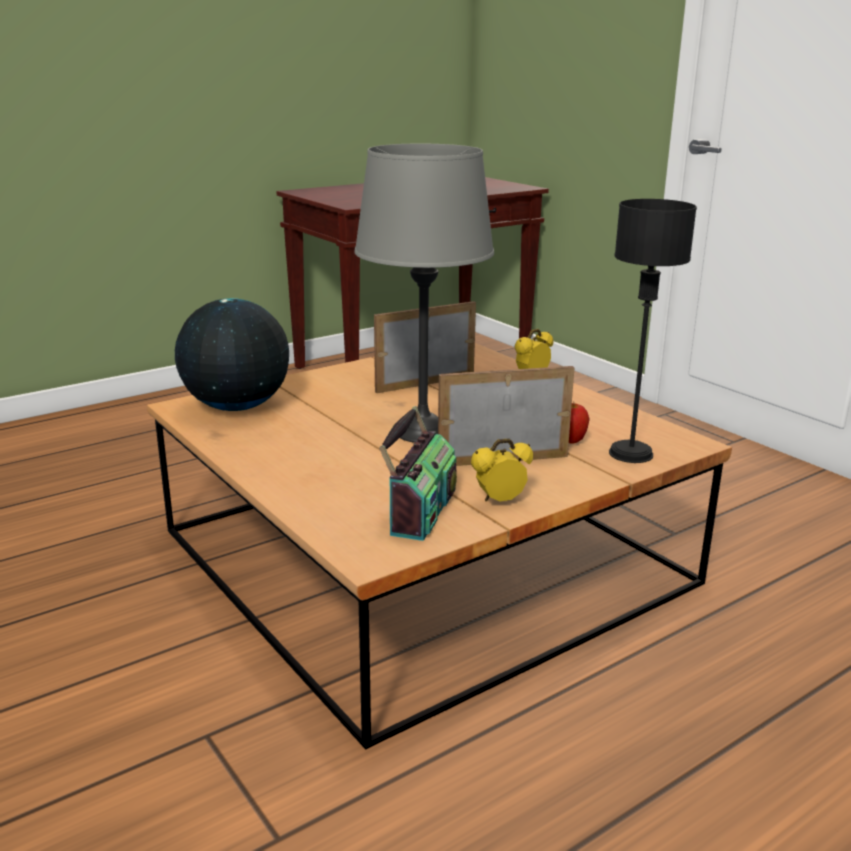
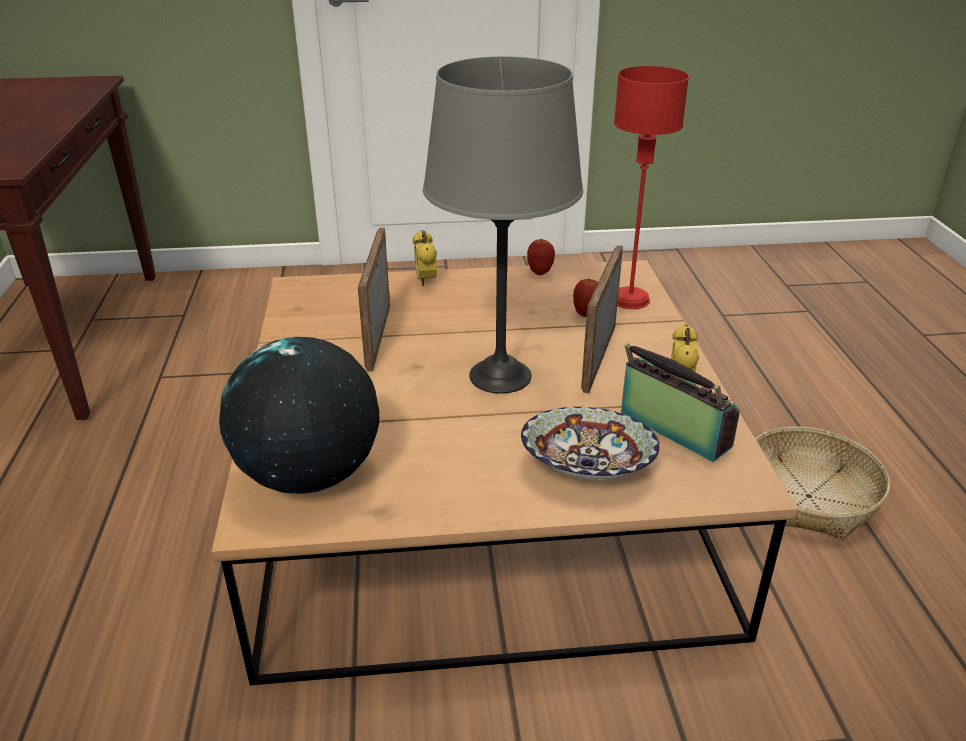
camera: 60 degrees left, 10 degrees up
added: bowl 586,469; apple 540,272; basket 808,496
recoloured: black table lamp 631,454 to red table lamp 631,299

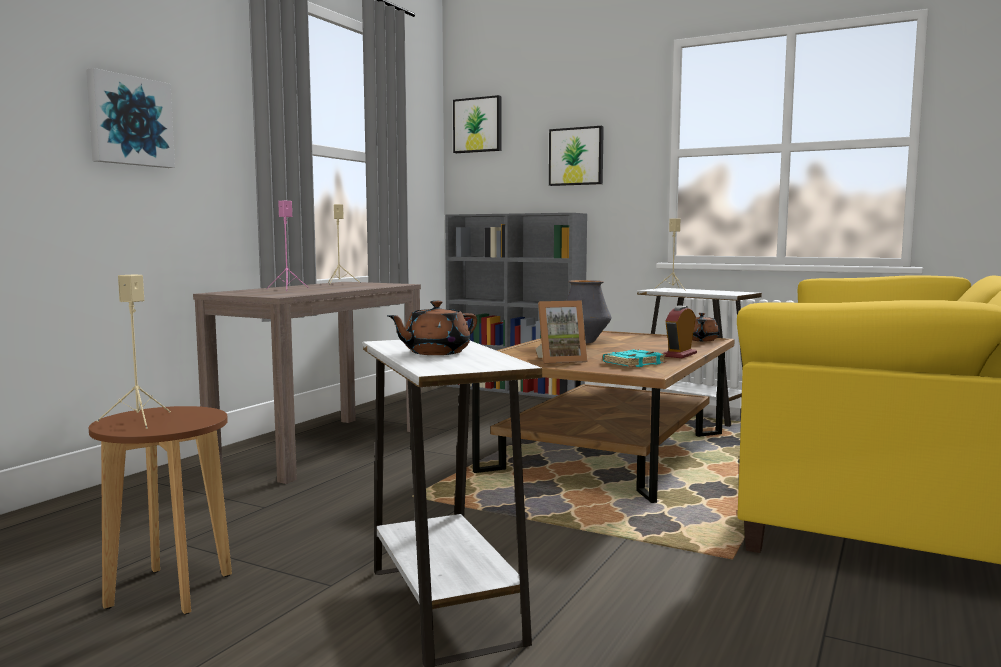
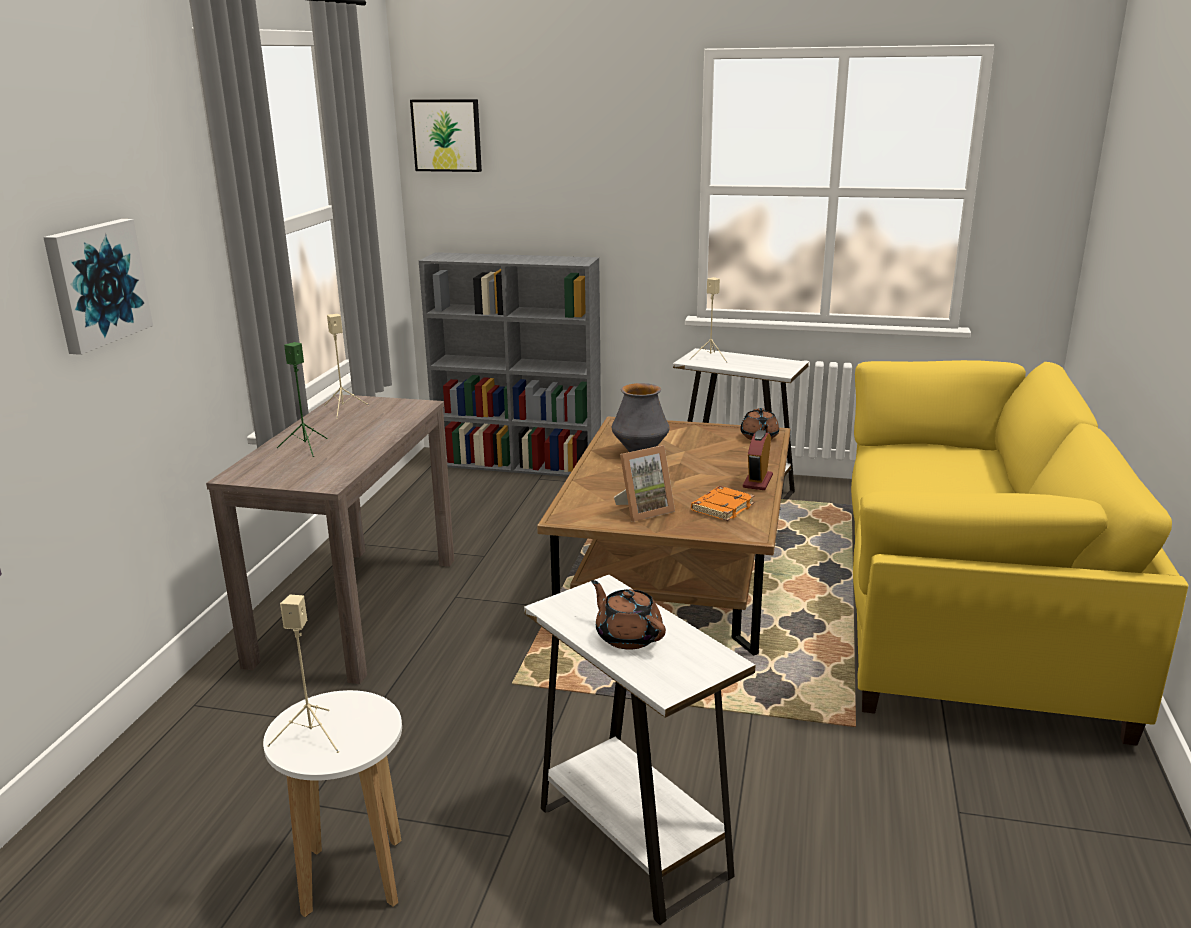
camera: 15 degrees left, 15 degrees up
removed: picture 576,156
recoloured: brown stool 169,591 to white stool 352,877; pink speaker 287,289 to green speaker 306,447; turquoise book 634,363 to orange book 722,507
turned: brown teapot 435,352 = 628,636 105 degrees clockwise

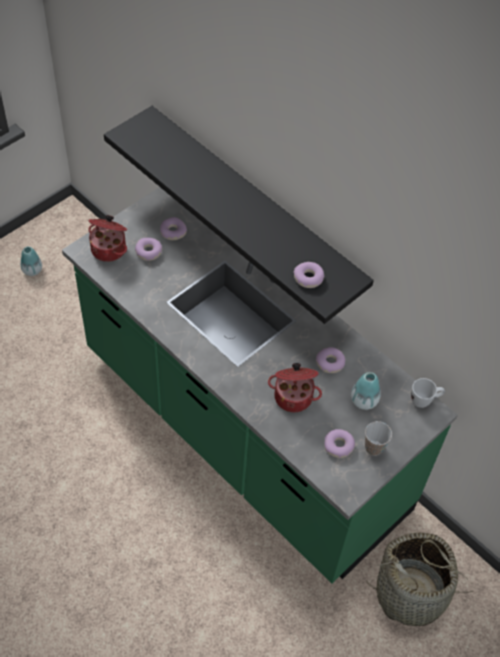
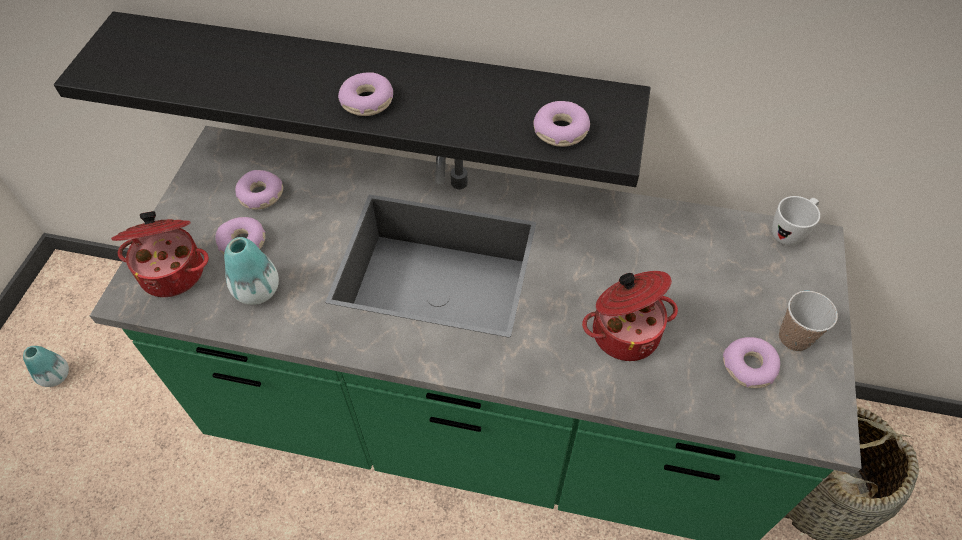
camera: 30 degrees left, 0 degrees up
moved: vase 364,400 to 257,290; donut 330,363 to 367,102

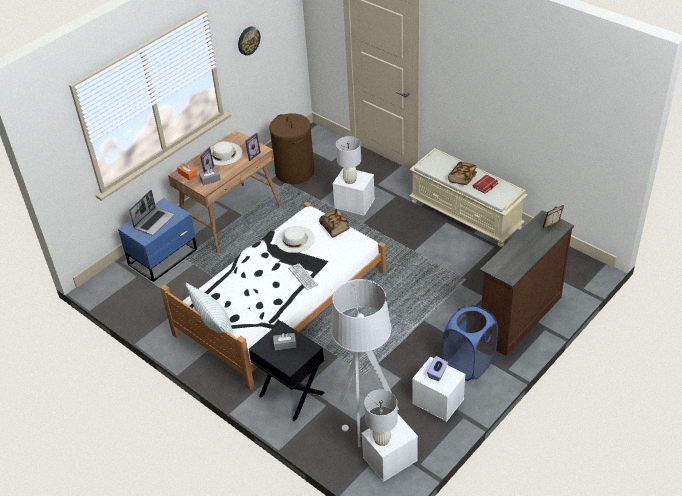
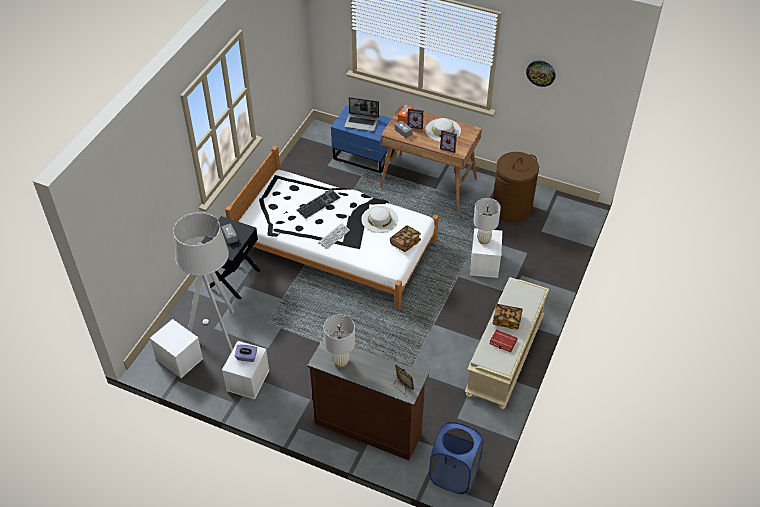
camera: 70 degrees right, 5 degrees up
removed: pillow 214,325
added: keyboard 318,203
moved: white table lamp 382,439 to 341,361; blue laundry basket 468,364 to 454,474

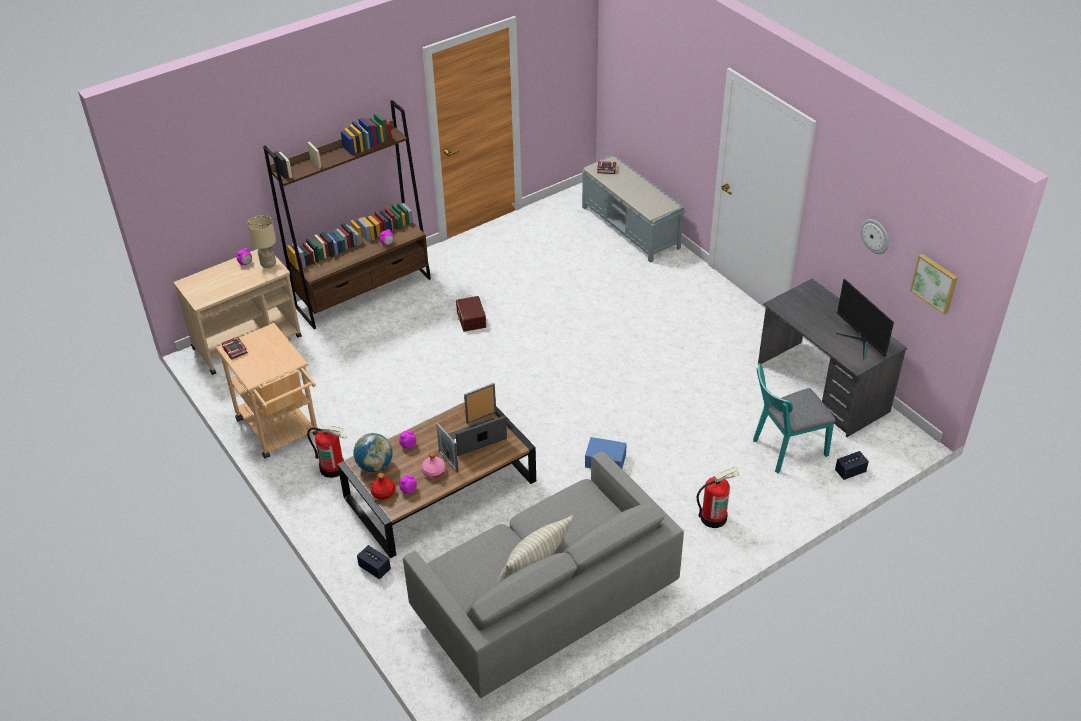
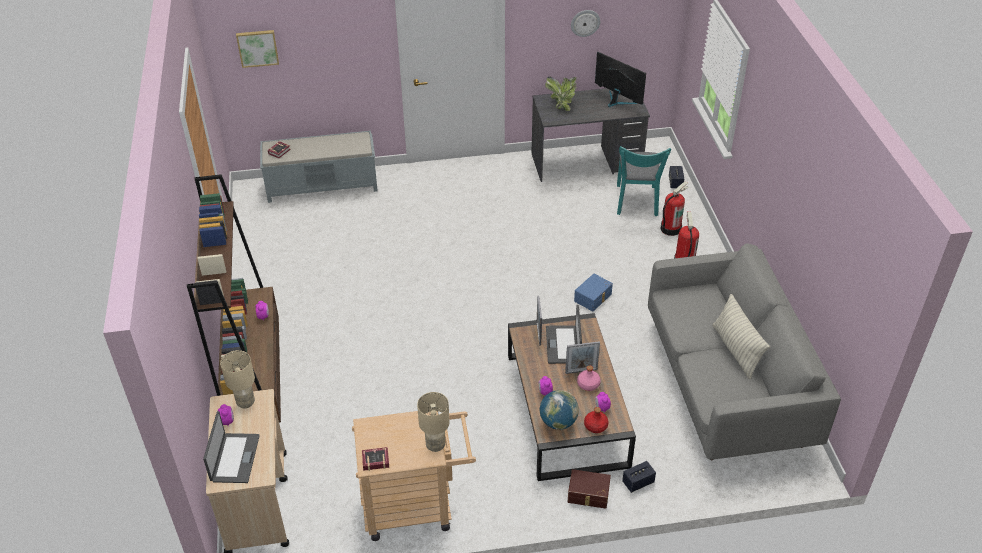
camera: 65 degrees left, 0 degrees up
added: laptop 234,458; beige table lamp 435,445; potted plant 562,103
moved: picture 935,283 to 257,47; brown storage box 470,319 to 588,495; fire extinguisher 333,468 to 670,228
turned: monitor 860,342 = 616,101 135 degrees counterclockwise

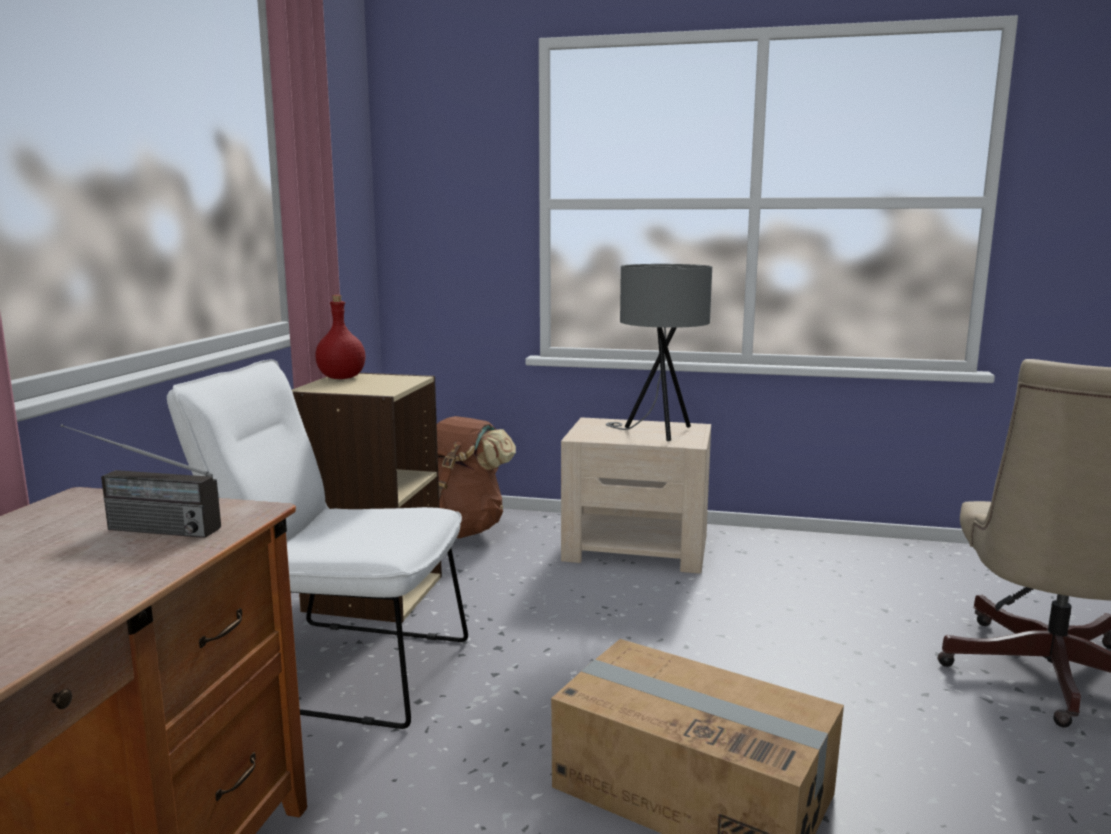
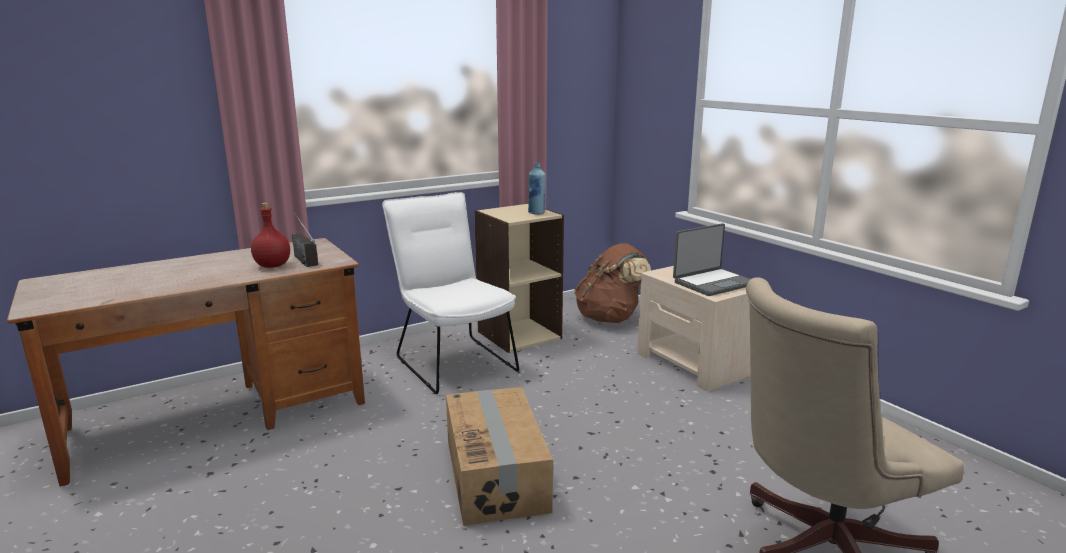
camera: 45 degrees right, 5 degrees up
added: blue bottle 536,213
moved: red bottle 341,378 to 273,265
replaced: grey table lamp 657,432 to laptop 713,283

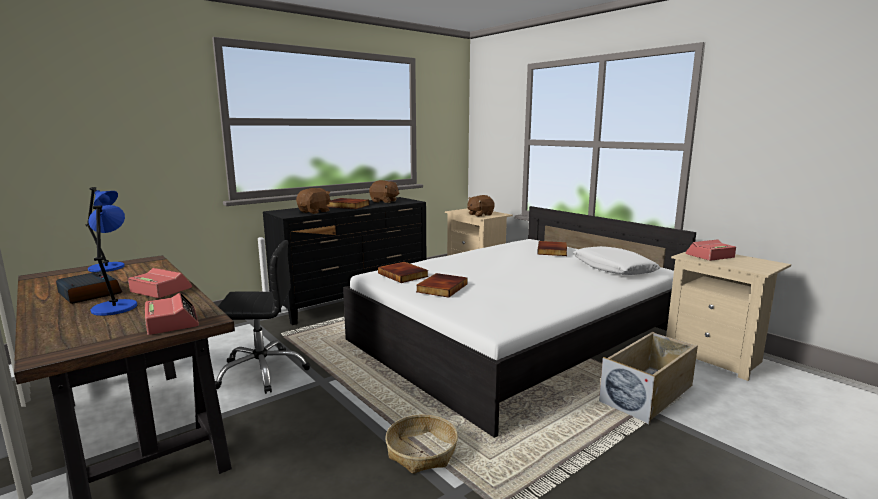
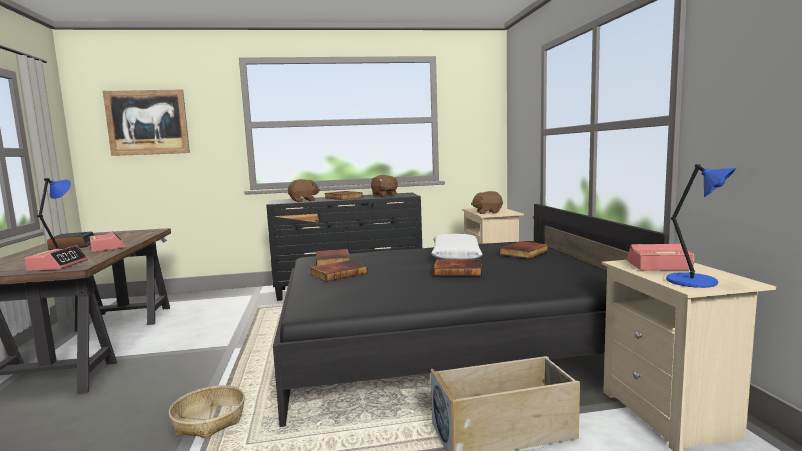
camera: 30 degrees right, 5 degrees down
removed: black office chair 262,371
added: picture 147,122; book 458,270
moved: white pillow 613,269 to 455,255; blue table lamp 108,268 to 695,282
recoloured: white bed 516,337 to black bed 445,343

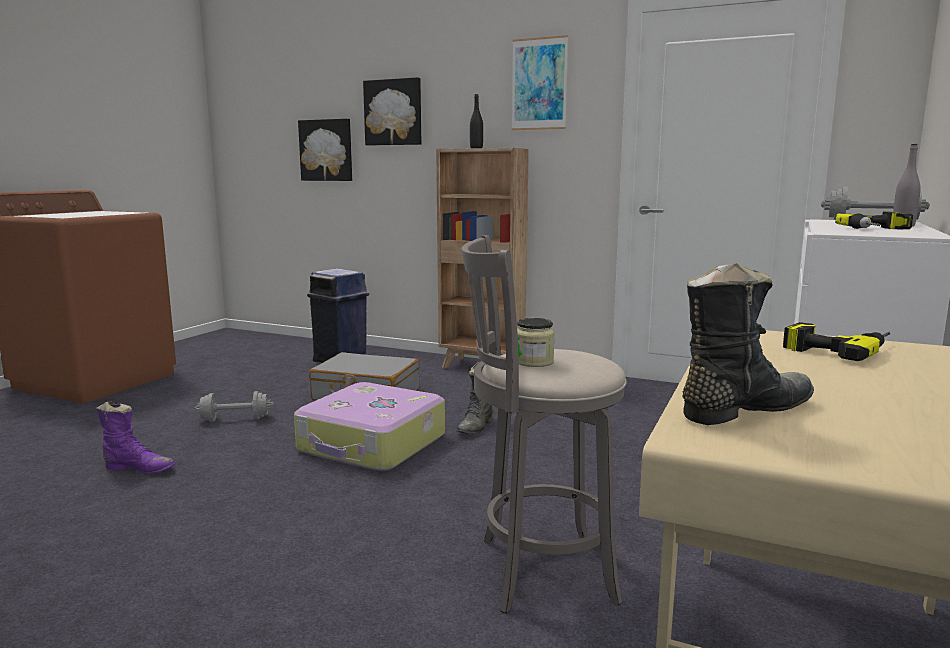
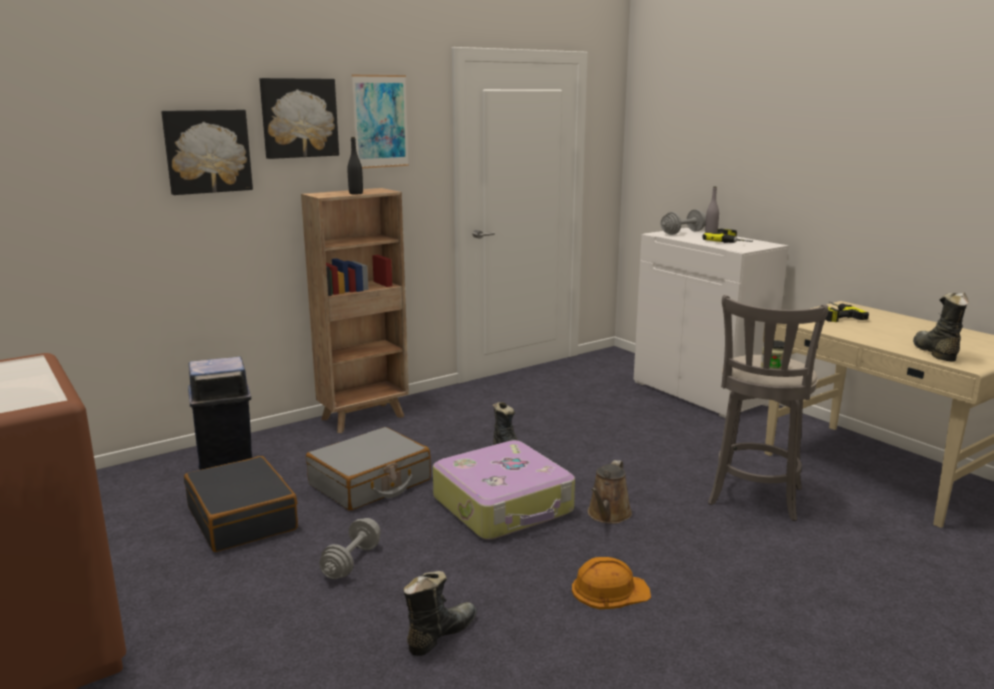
camera: 60 degrees left, 5 degrees up
added: black suitcase 243,518; orange hard hat 609,590; brown watering can 608,515
moved: picture 327,150 to 299,118
recoloured: purple boot 139,468 to black boot 440,634

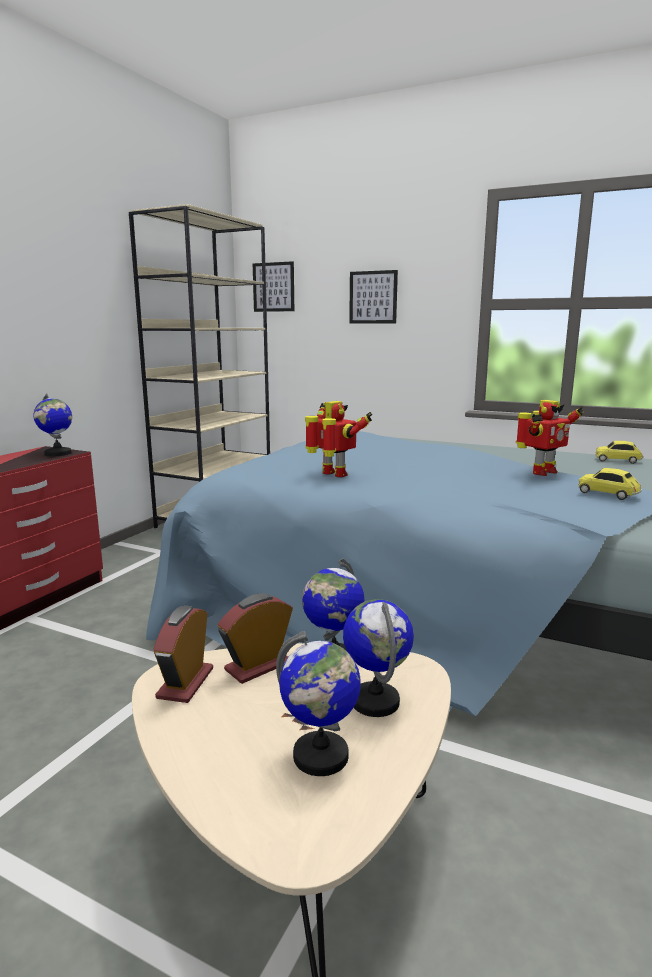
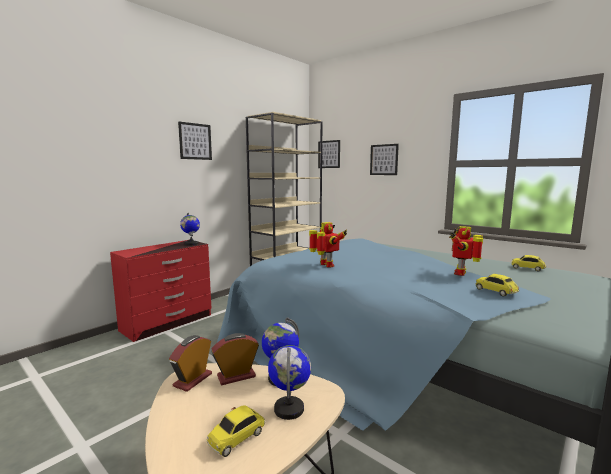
camera: 15 degrees right, 5 degrees down
added: picture 195,141
replaced: globe 321,757 to toy car 237,437
turned: toy robot 541,472 = 461,273 135 degrees clockwise

